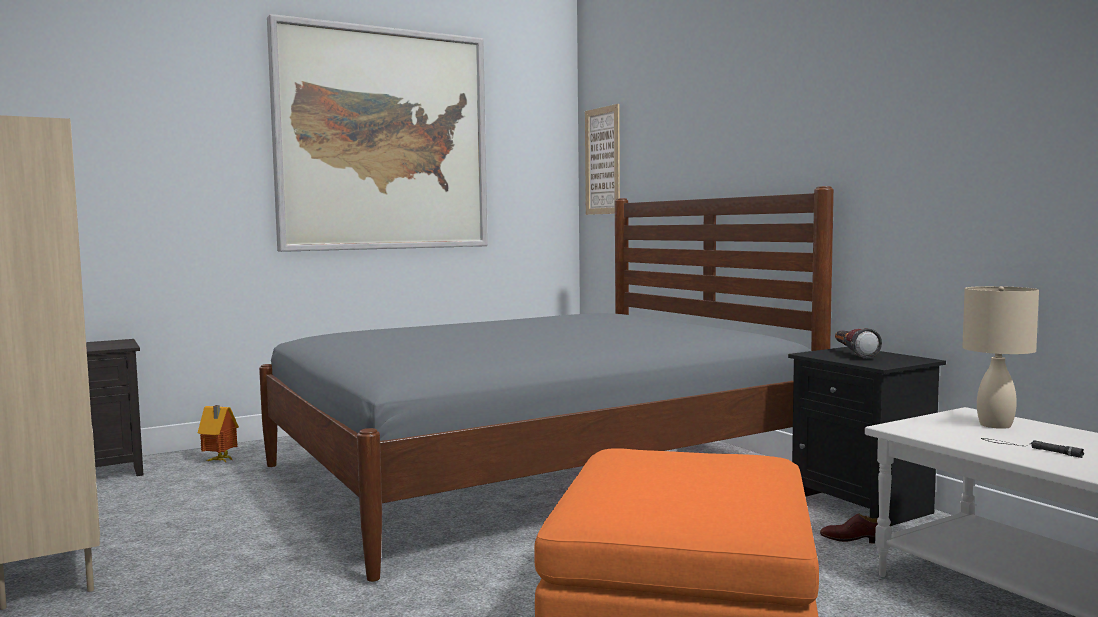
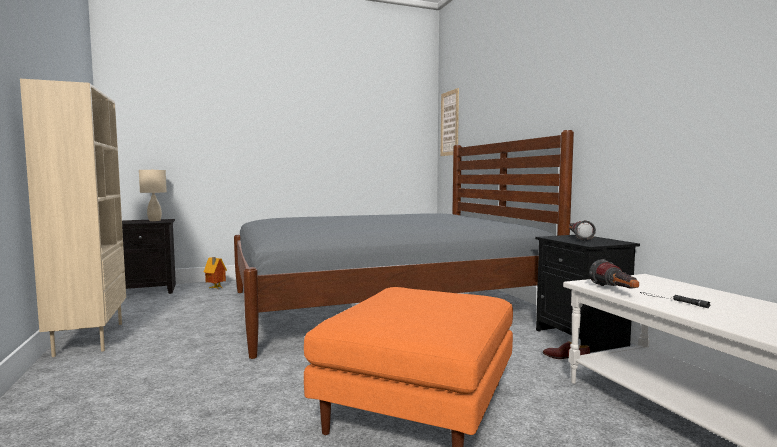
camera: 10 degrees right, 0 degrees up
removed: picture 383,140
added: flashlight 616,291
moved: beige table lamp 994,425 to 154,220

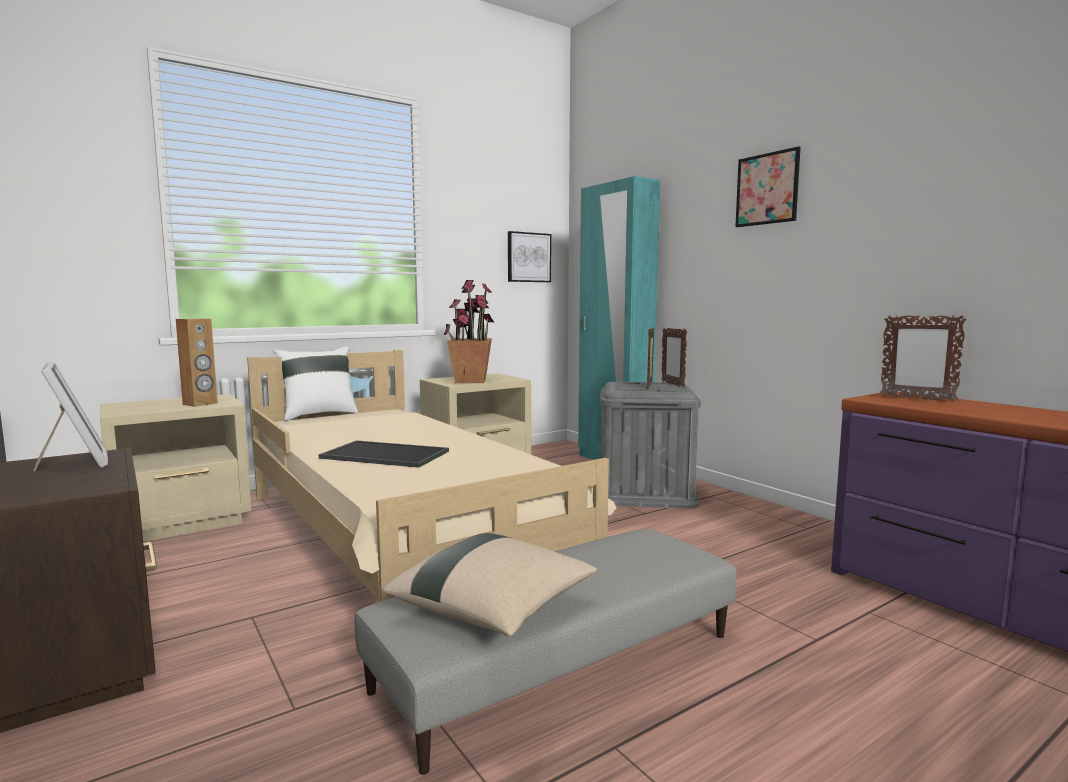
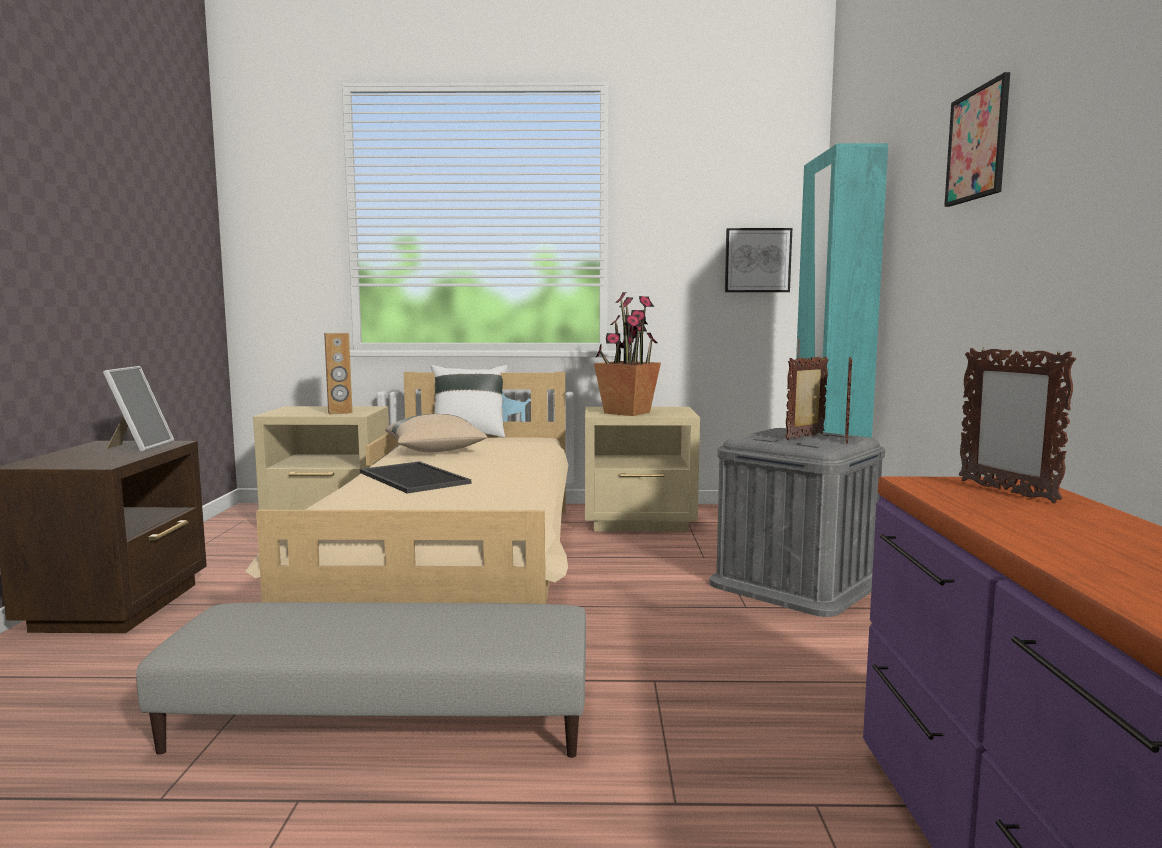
camera: 35 degrees right, 0 degrees up
moved: beige pillow 494,609 to 436,451

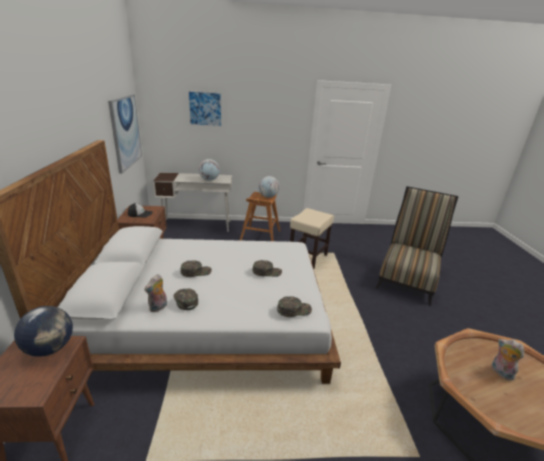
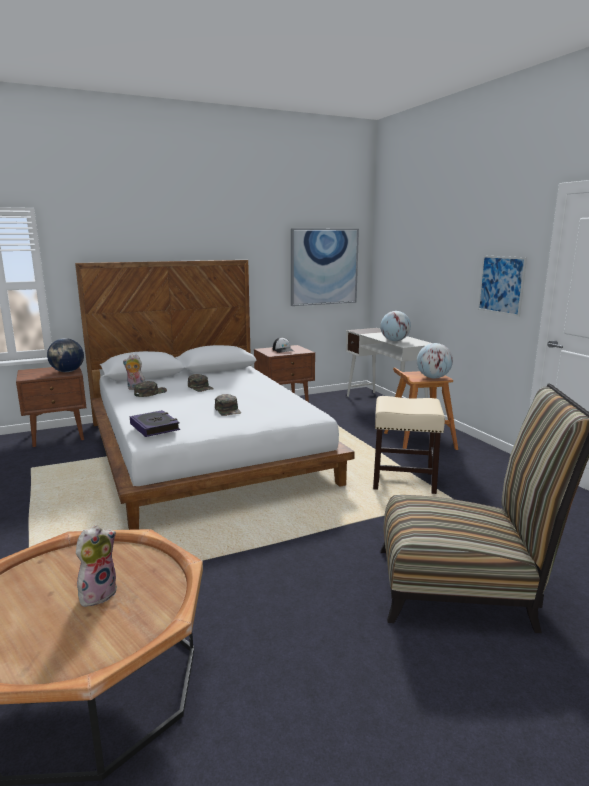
camera: 70 degrees right, 10 degrees down
moved: picture 205,109 to 501,285
replaced: green cap 294,309 to book 155,427

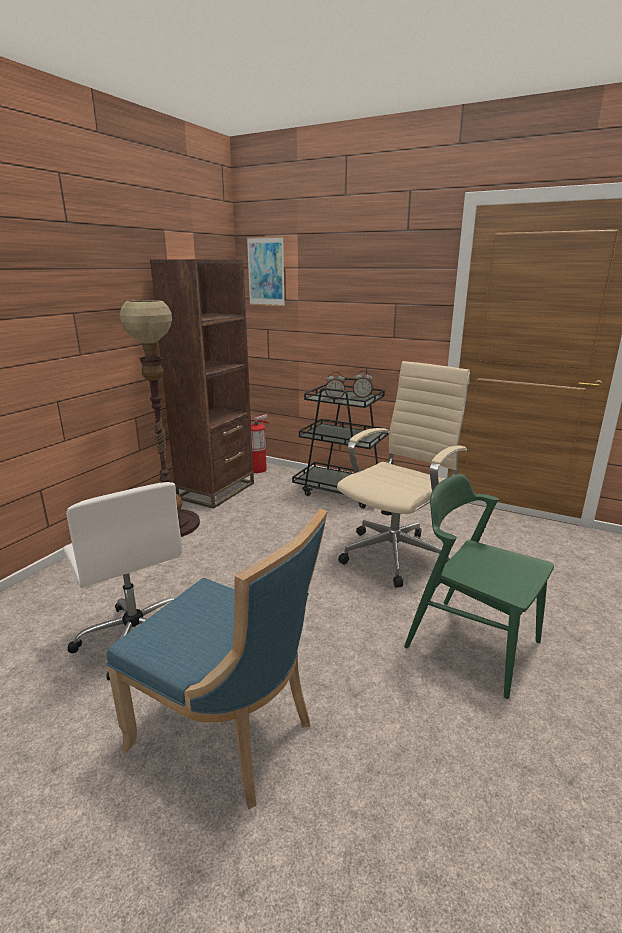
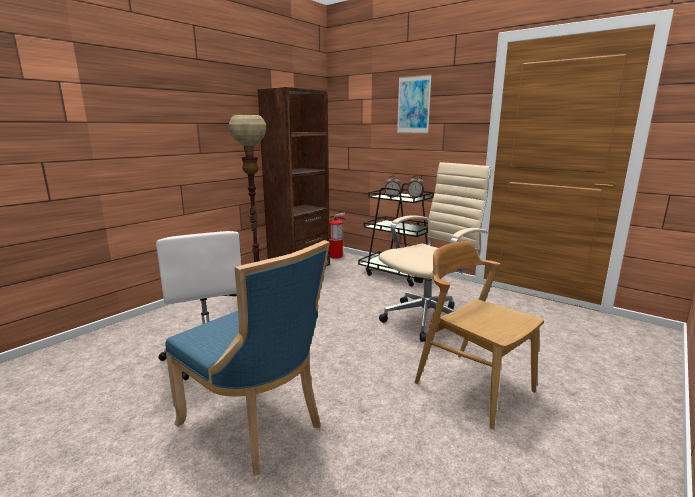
camera: 10 degrees right, 5 degrees down
moved: picture 266,271 to 413,105
recoloured: green chair 472,644 to brown chair 473,387

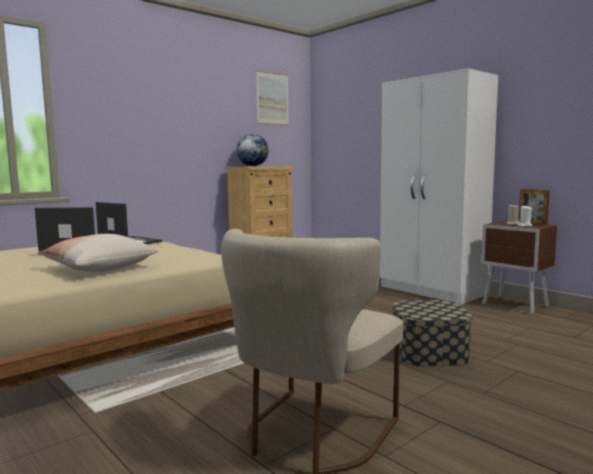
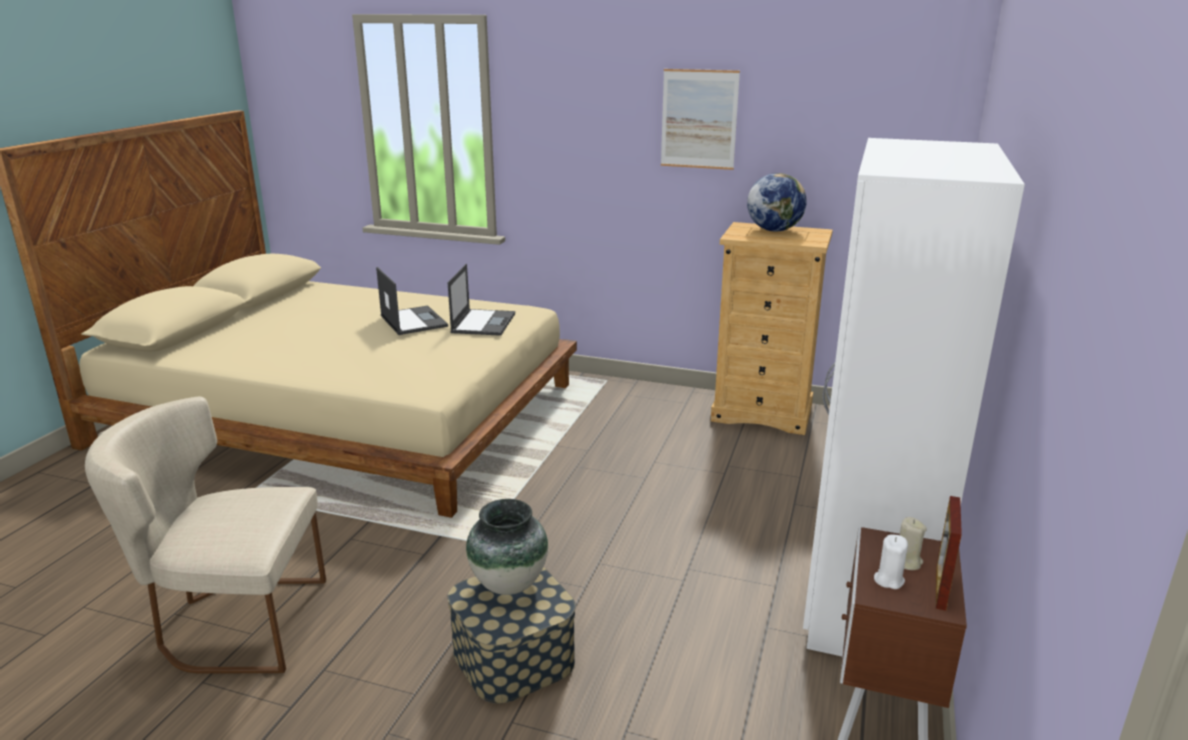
camera: 60 degrees right, 15 degrees up
removed: pillow 99,268
added: vase 508,584
moved: picture 272,98 to 699,119

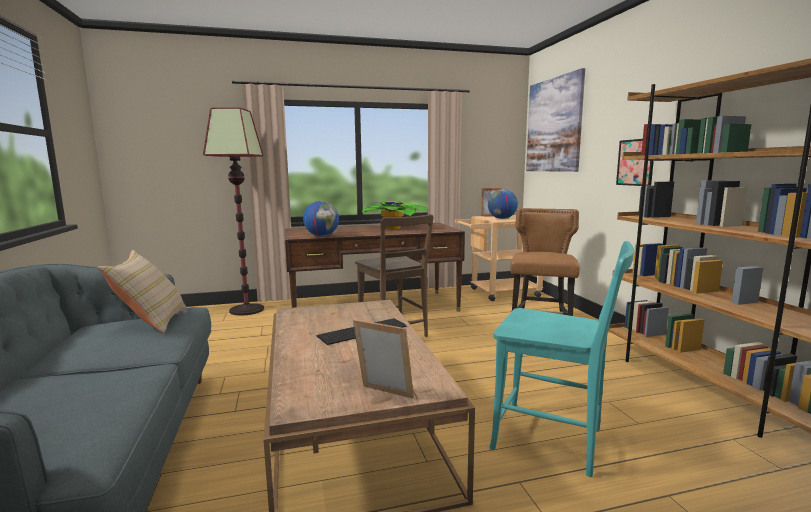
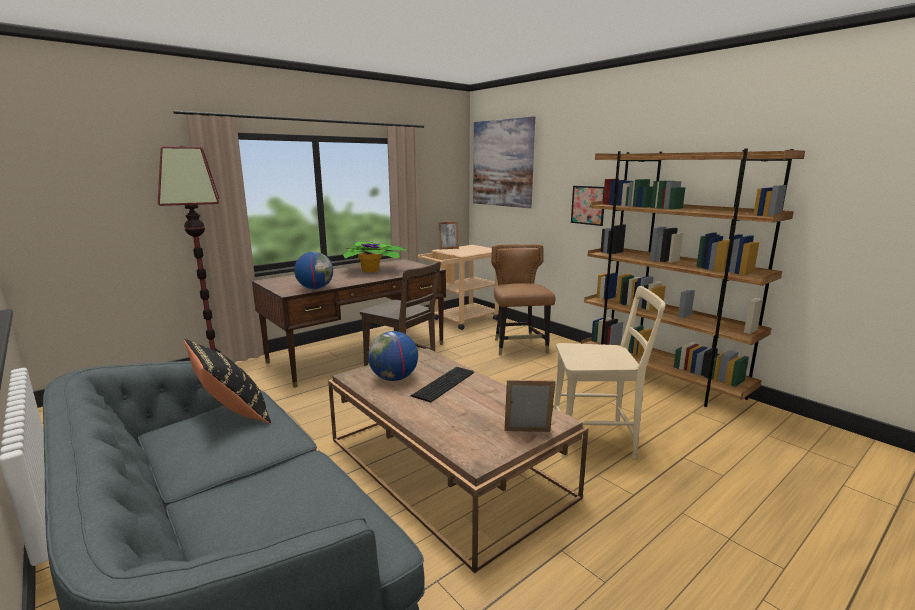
camera: 25 degrees left, 5 degrees up
moved: globe 502,218 to 394,378
recoloured: beige pillow 152,322 to black pillow 232,414; turquoise chair 554,440 to beige chair 597,440

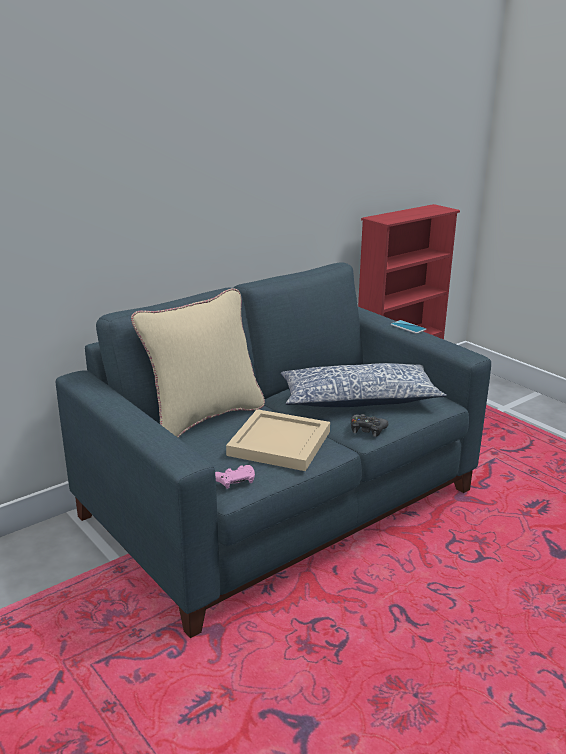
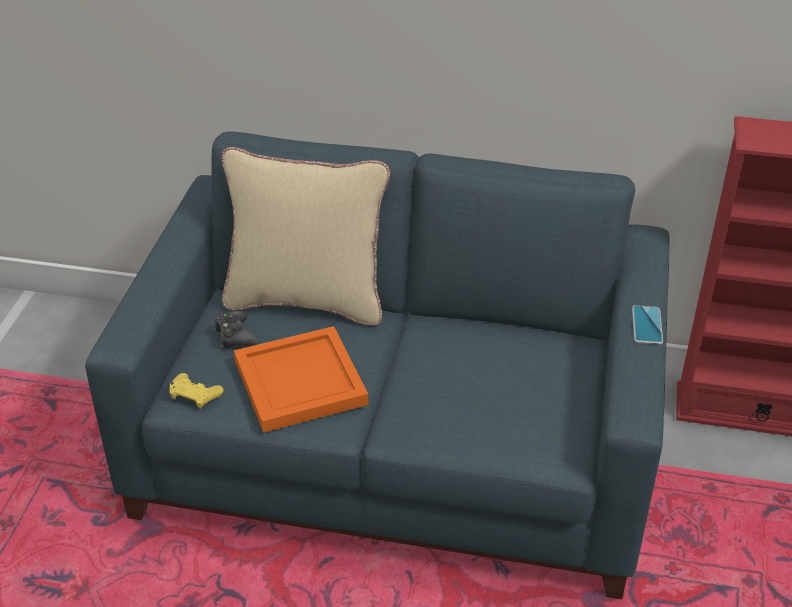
camera: 50 degrees right, 15 degrees up
removed: pillow 358,400
moved: black game controller 367,429 to 235,336
recoloured: pink game controller 235,480 to yellow game controller 195,395; beige tray 277,443 to orange tray 298,382

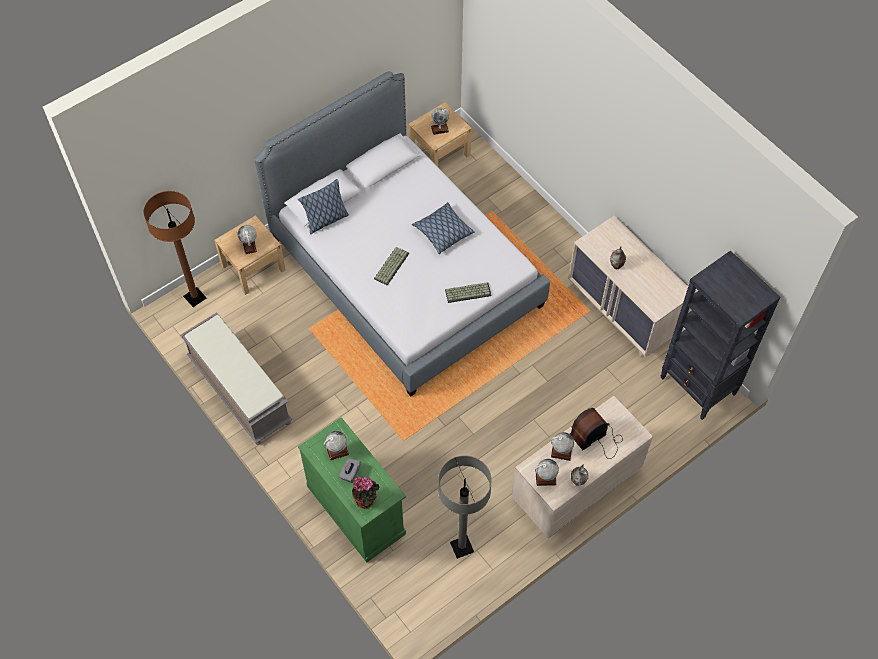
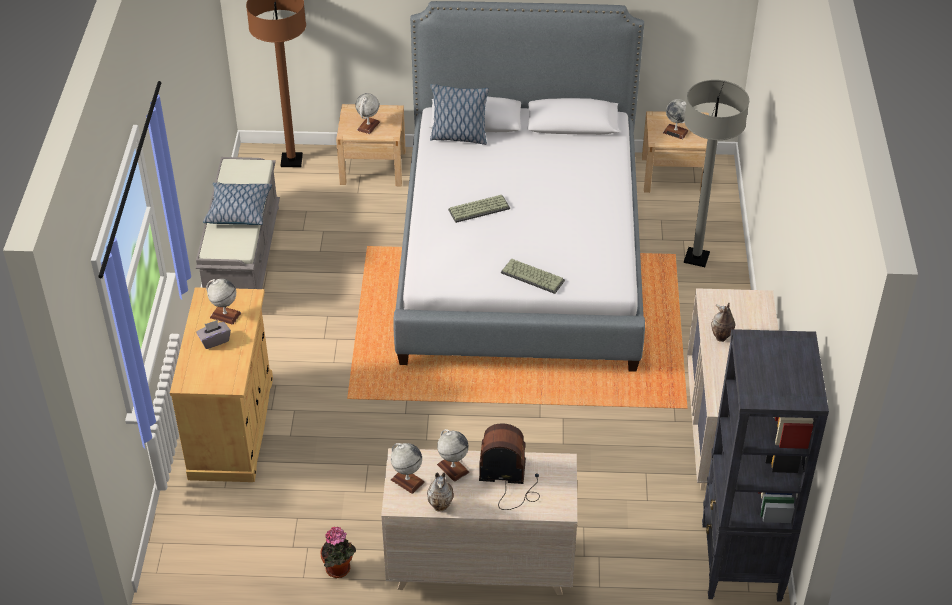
camera: 40 degrees right, 15 degrees down
moved: pillow 443,232 to 238,211; potted plant 366,500 to 340,570; grey floor lamp 462,547 to 696,258
recoloured: green cabinet 356,509 to beige cabinet 232,427

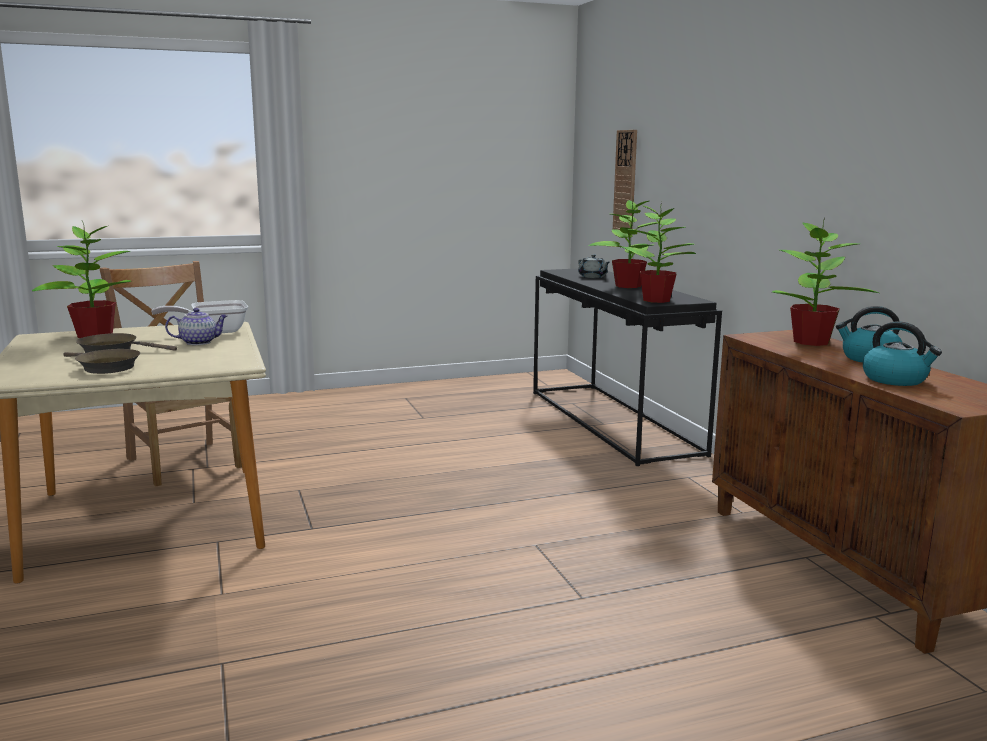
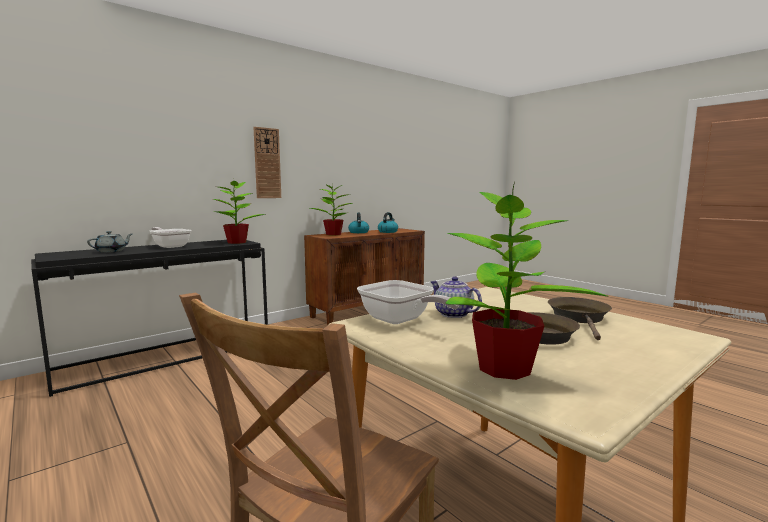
camera: 110 degrees left, 5 degrees down
moved: wall clock 625,181 to 267,163
replaced: potted plant 627,286 to frying pan 170,246

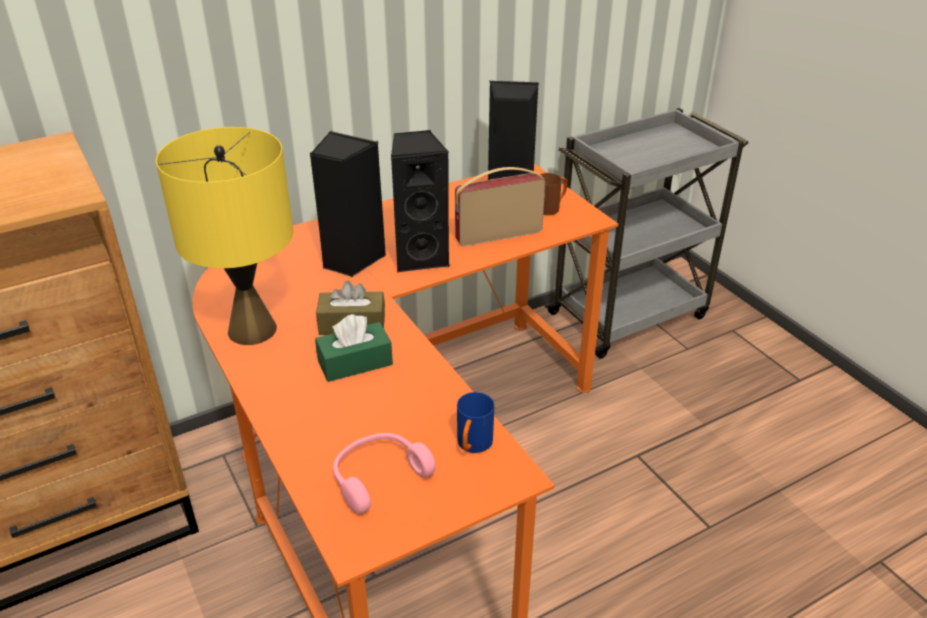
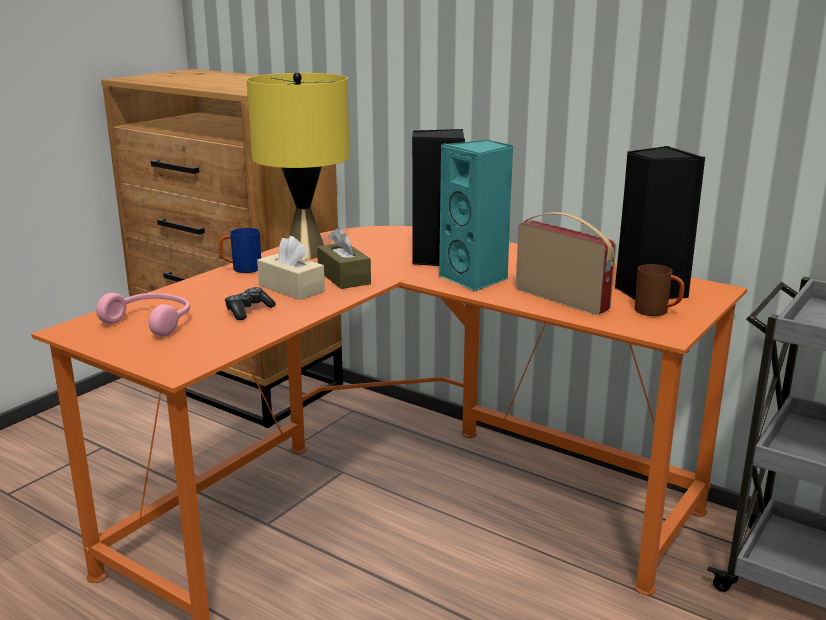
camera: 65 degrees right, 15 degrees down
added: game controller 248,311
moved: blue mug 472,446 to 241,269
recoloured: green tissue box 355,363 to beige tissue box 291,288; black speaker 420,257 to turquoise speaker 476,279

